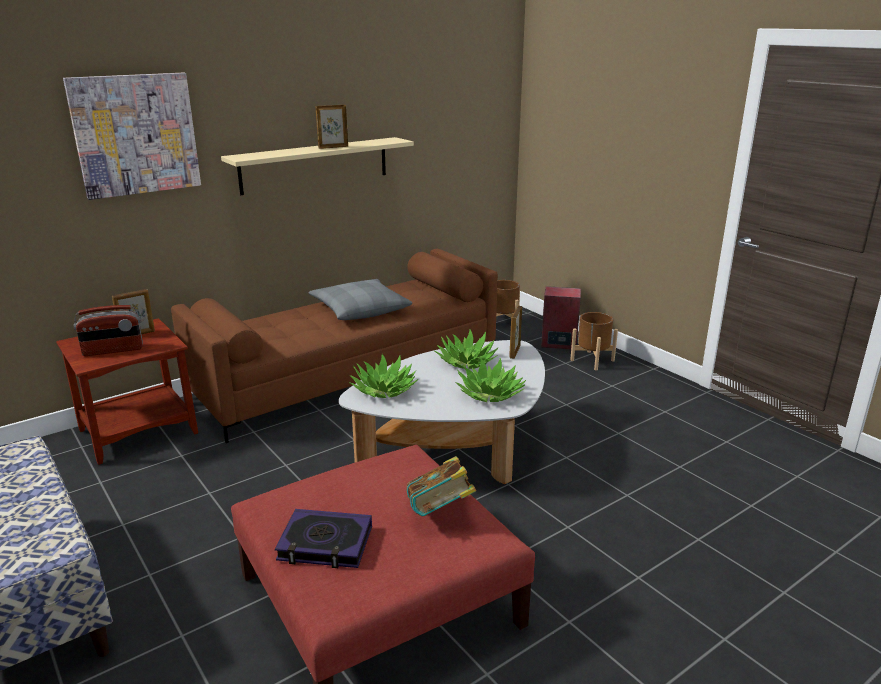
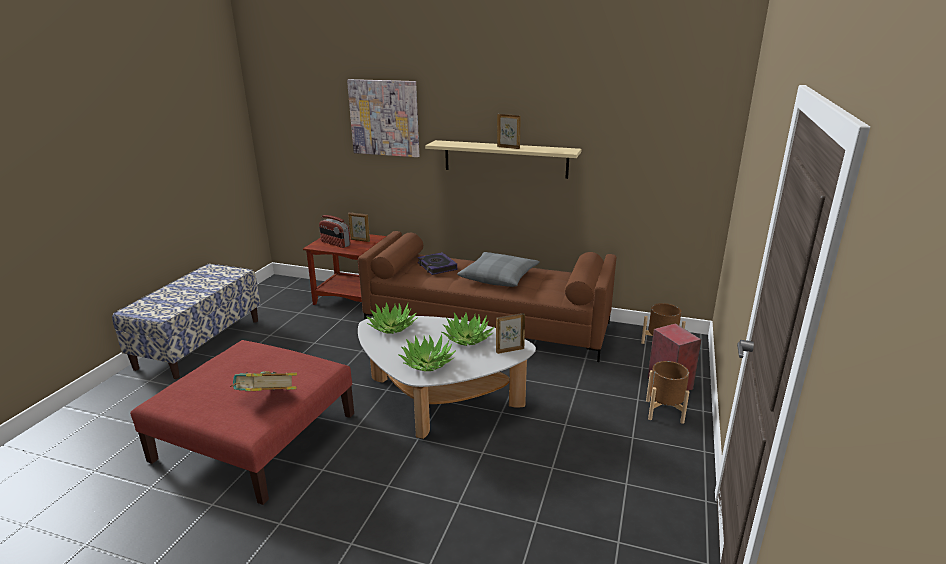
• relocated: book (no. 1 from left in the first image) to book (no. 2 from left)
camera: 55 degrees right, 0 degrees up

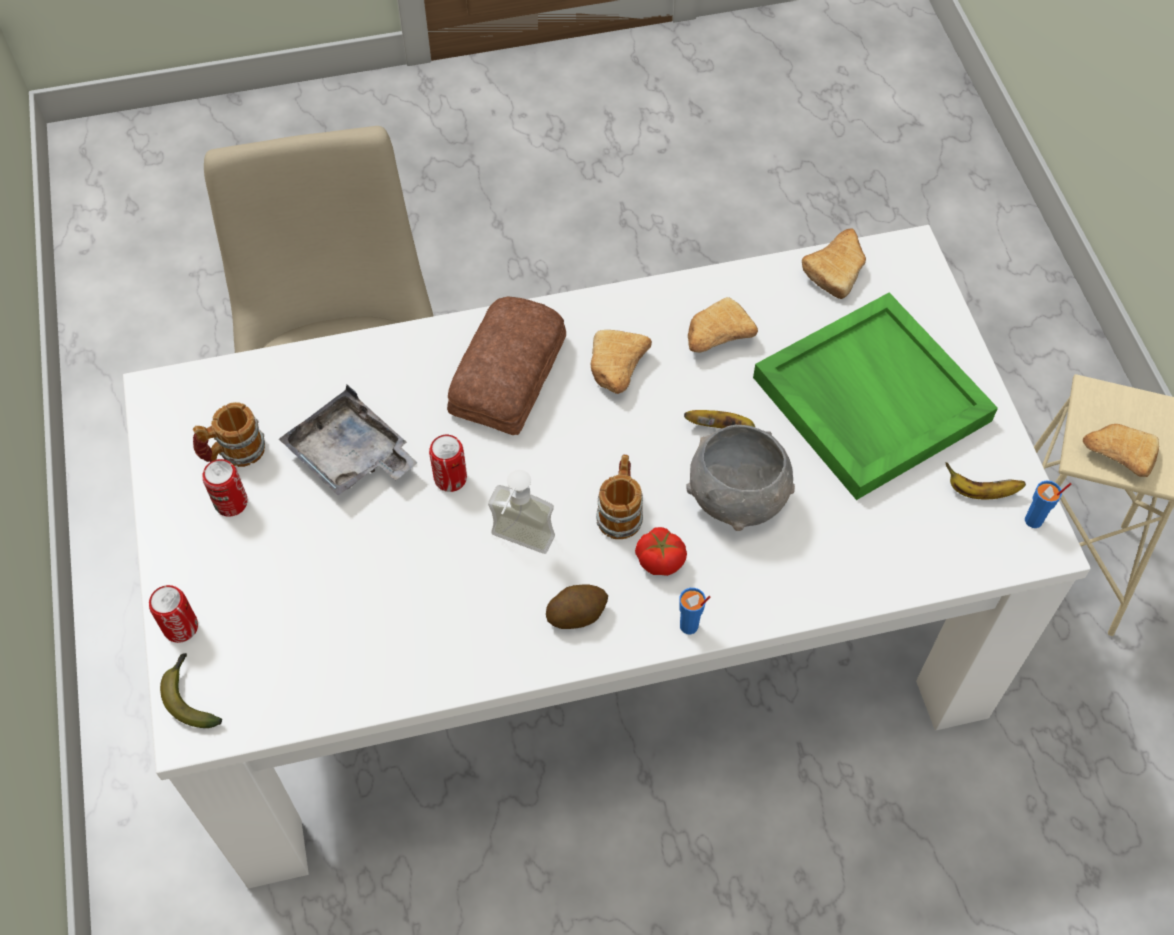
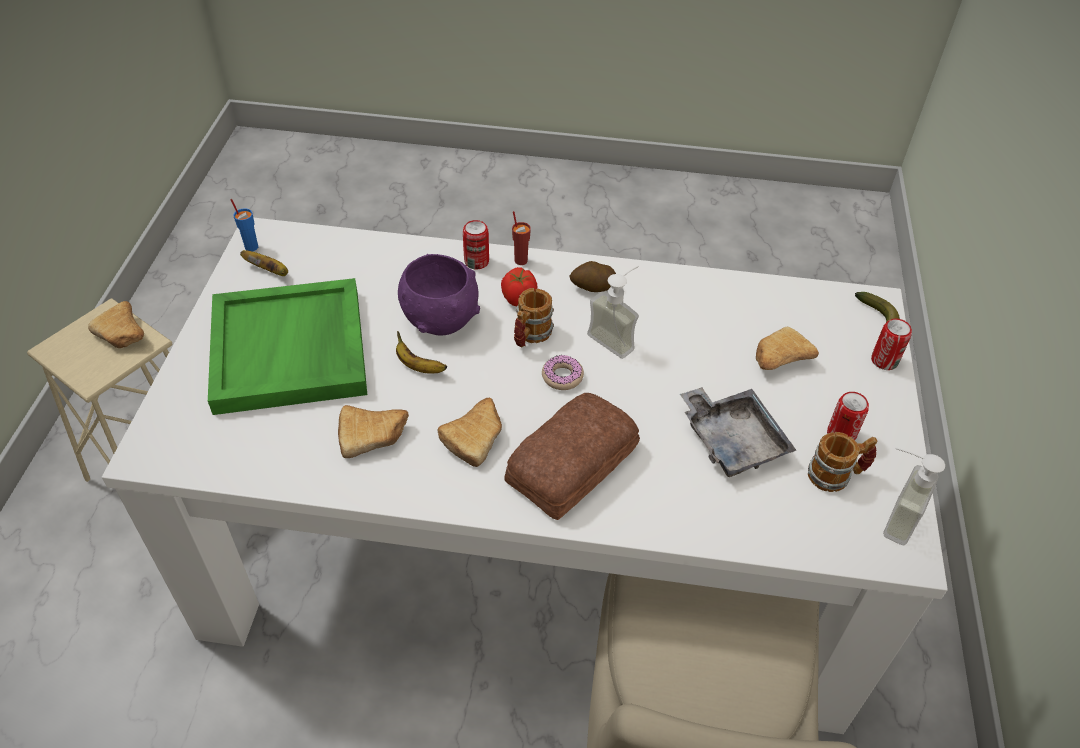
• relocated: can (no. 3 from left in the first image) to can (no. 1 from left)
• colour: cup (blue) (no. 1 from left) to cup (red)
• colour: bowl (grey) to bowl (purple)
• relocated: bread (no. 4 from left in the first image) to bread (no. 5 from left)
• appeared: donut
• appeared: soap dispenser (no. 2 from left)
camera: 160 degrees left, 10 degrees down

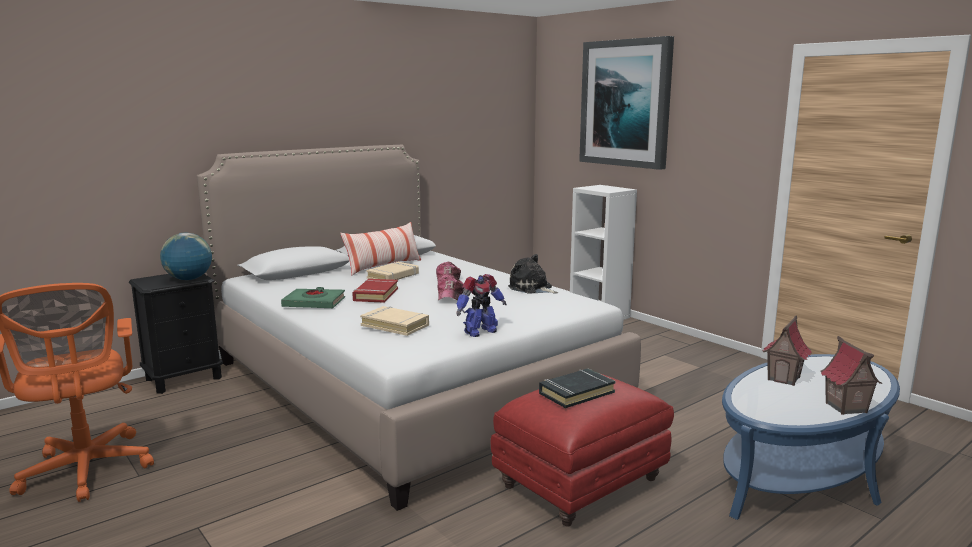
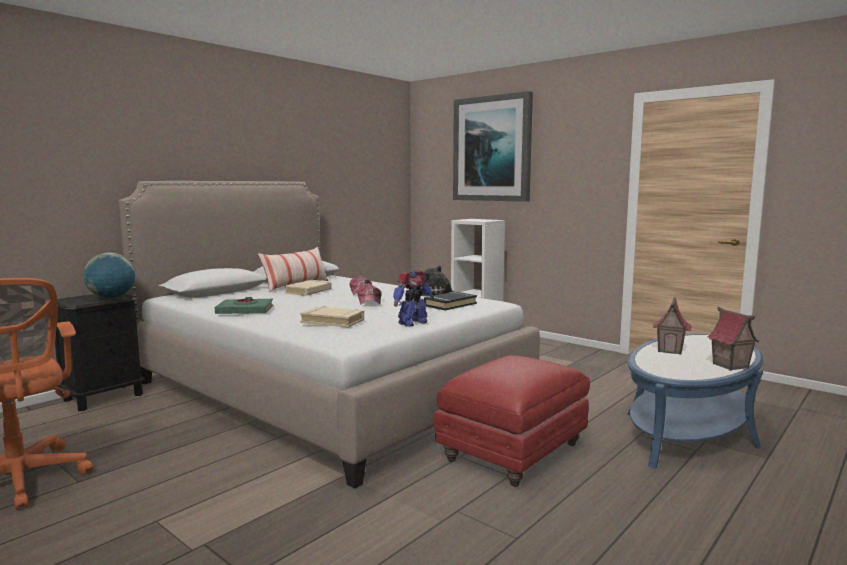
• missing: book (red)
• relocated: book (black)
camera: 10 degrees left, 5 degrees down

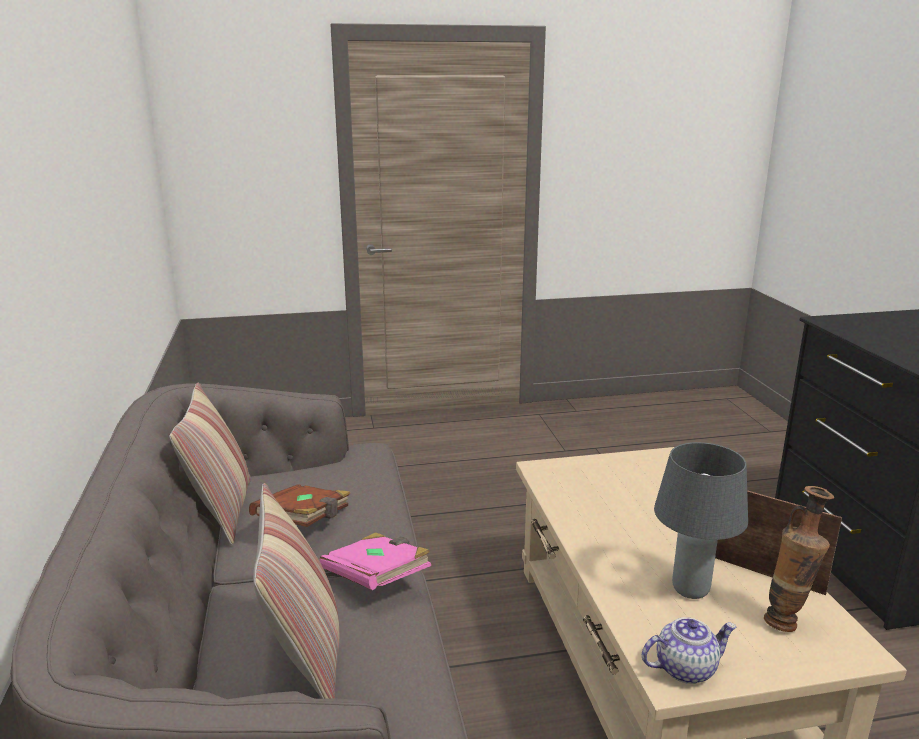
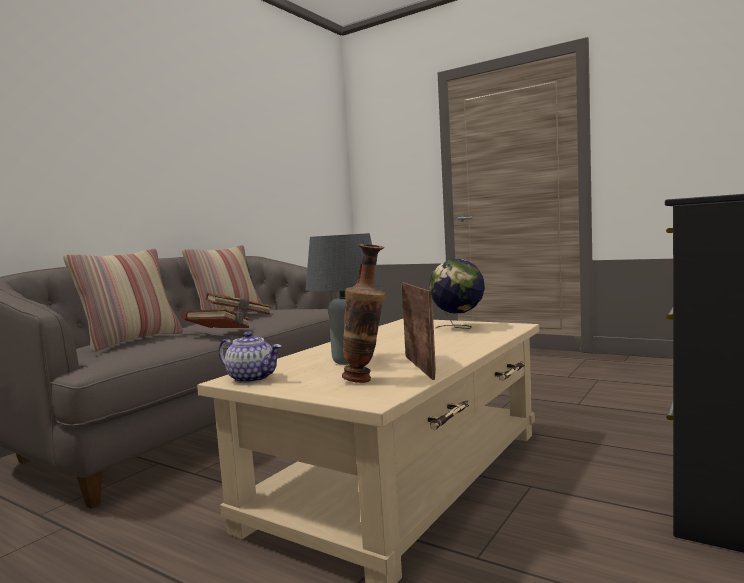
• colour: book (pink) to book (brown) (no. 1 from left)
• appeared: globe
camera: 45 degrees right, 15 degrees down

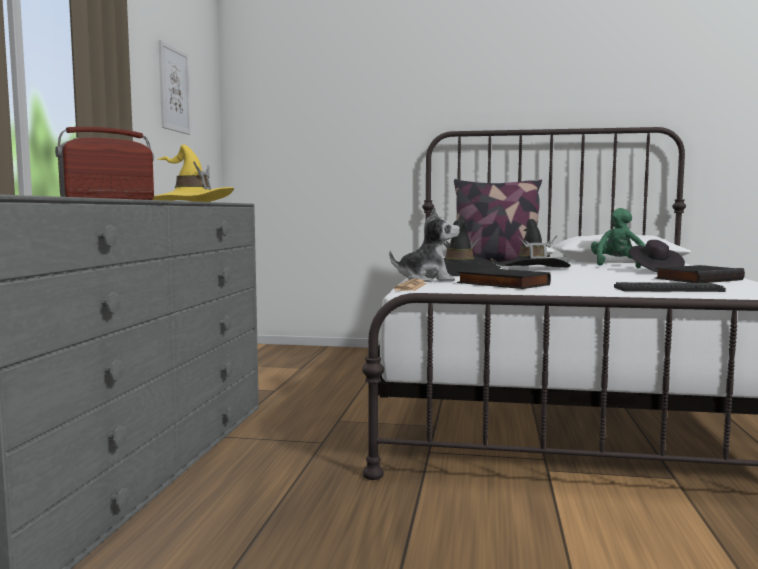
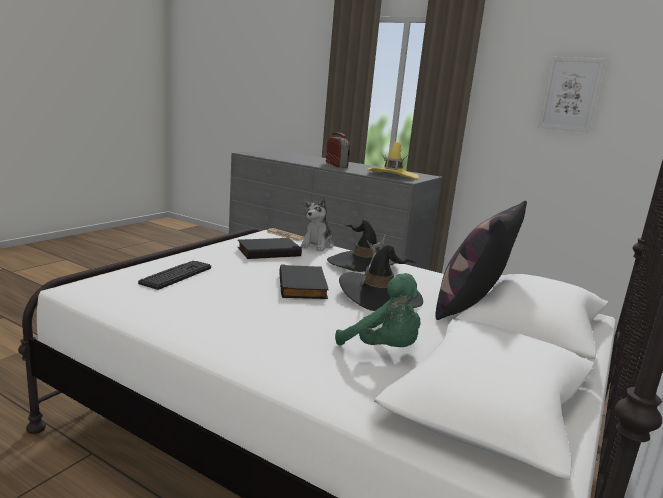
• missing: hat (black) (no. 3 from left)
• relocated: book (black) (no. 2 from left)
camera: 110 degrees right, 10 degrees up

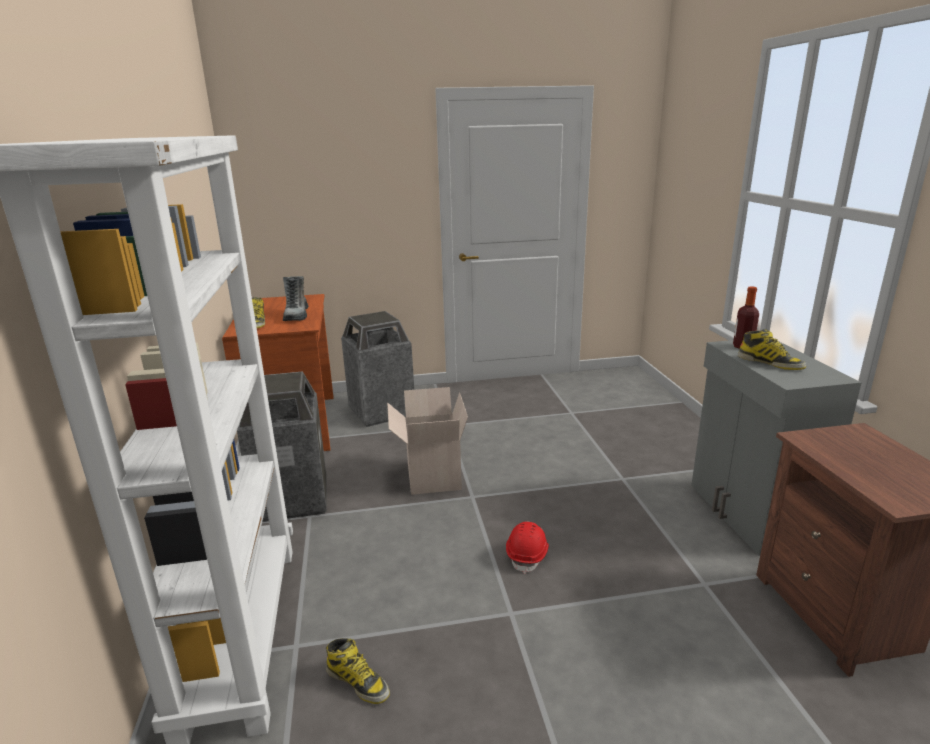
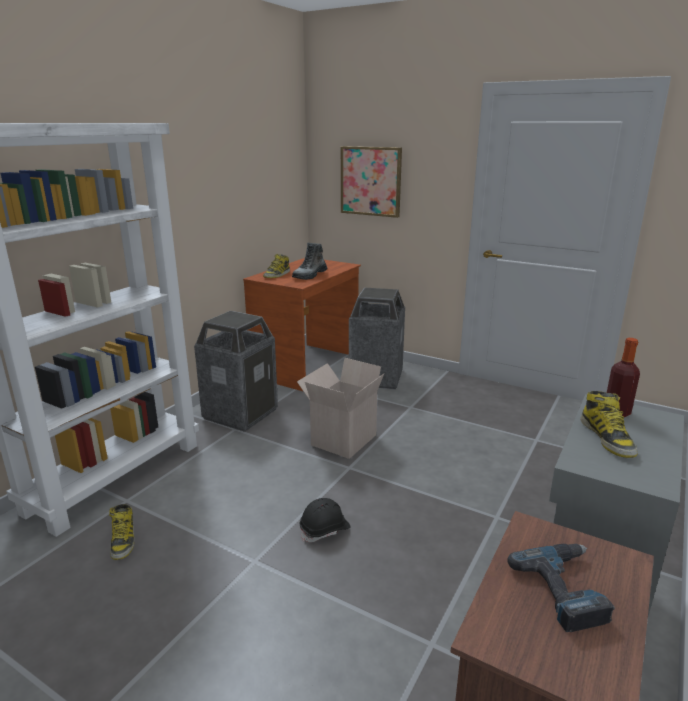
• colour: hard hat (red) to hard hat (black)
• appeared: picture
• appeared: power drill
camera: 40 degrees right, 0 degrees up

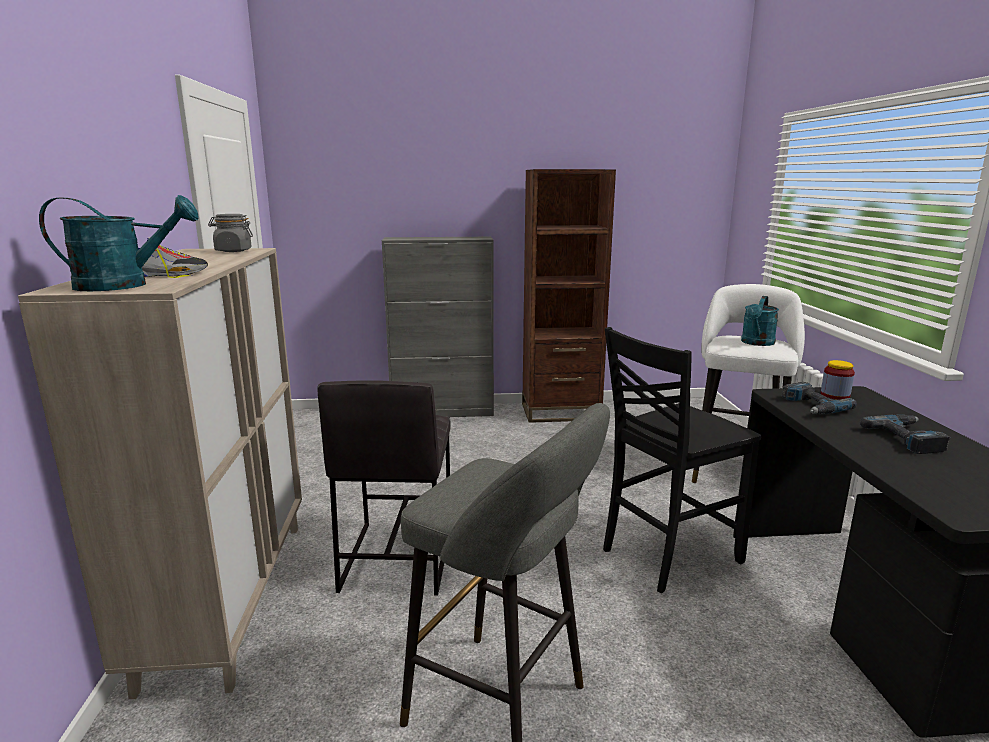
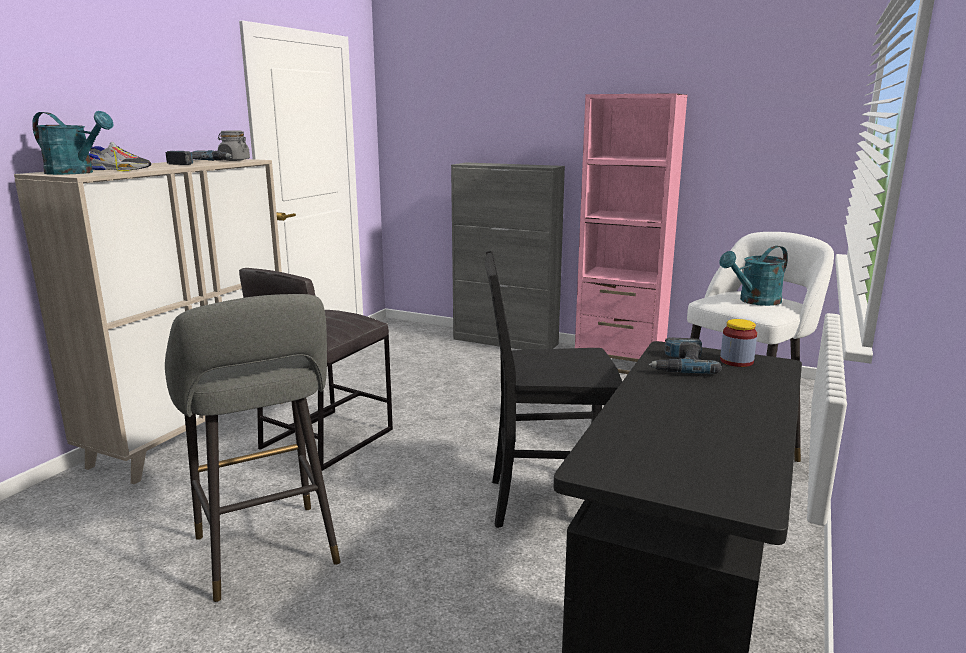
• colour: bookcase (brown) to bookcase (pink)
• relocated: power drill (no. 2 from left in the first image) to power drill (no. 1 from left)
camera: 30 degrees right, 0 degrees up

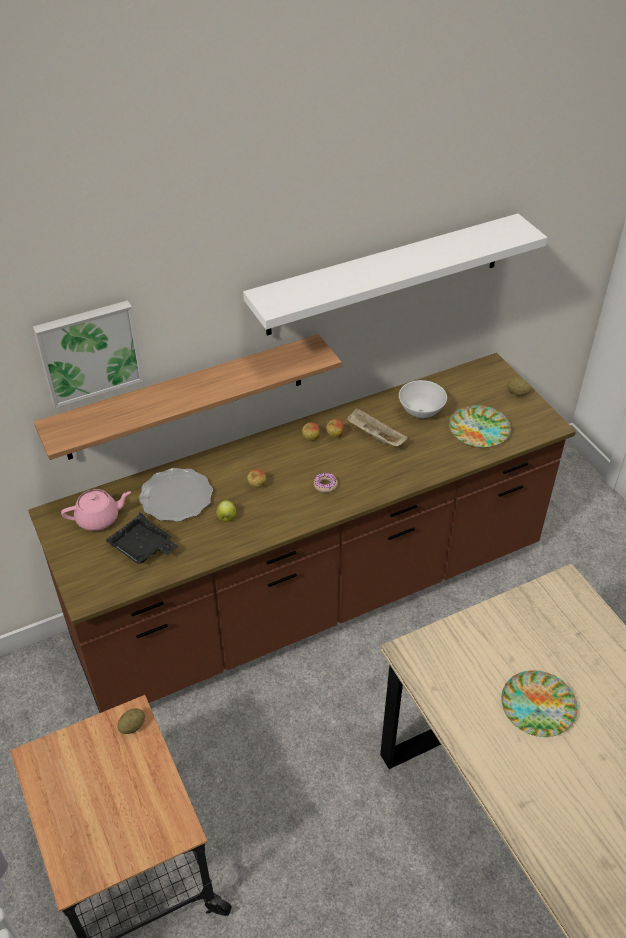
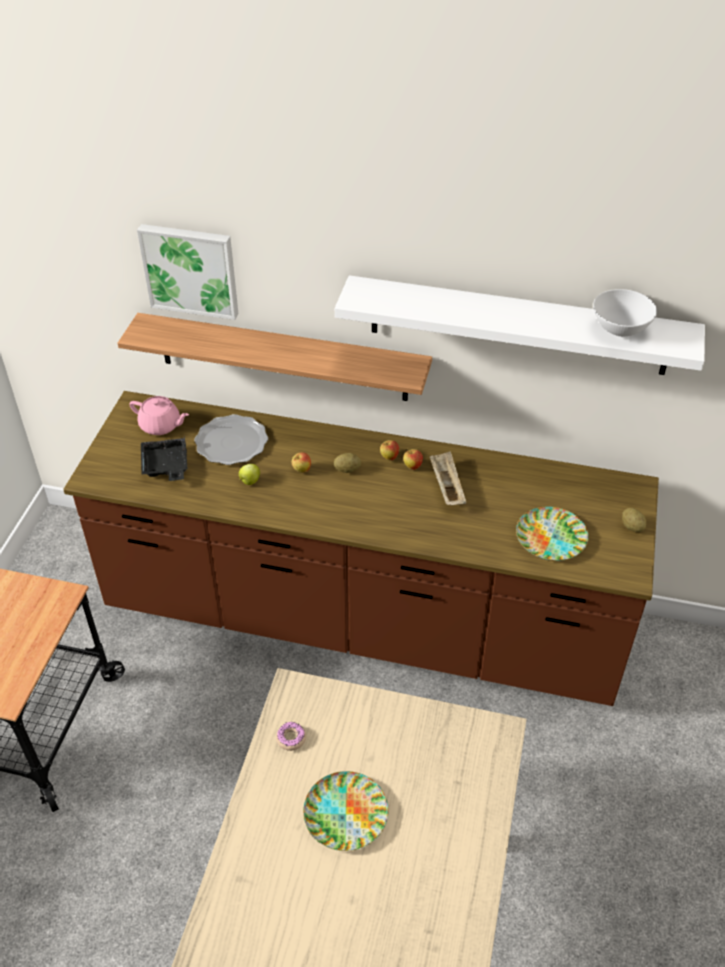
• relocated: potato (no. 1 from left)
• relocated: donut
• relocated: bowl (white)
camera: 40 degrees right, 0 degrees up

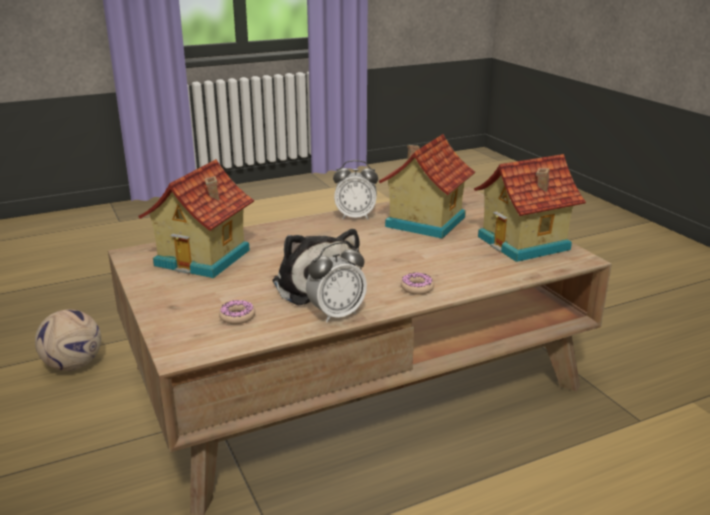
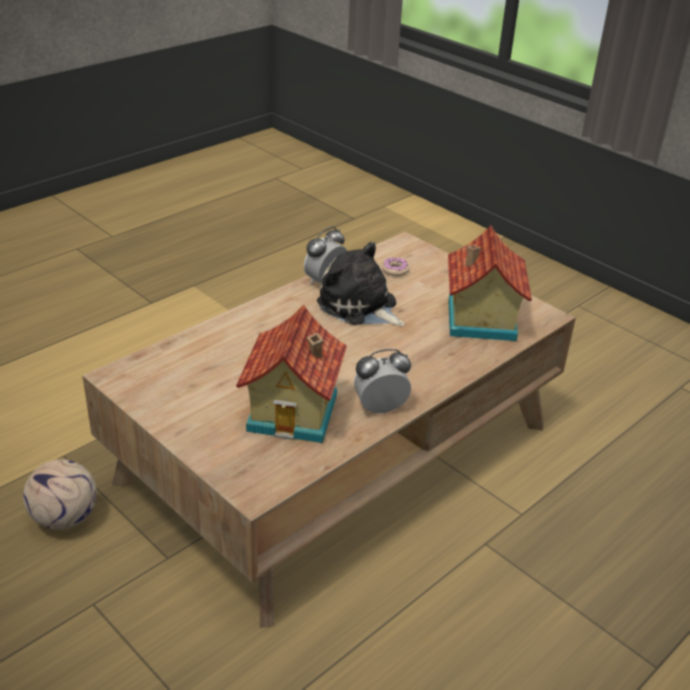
• relocated: football
• missing: donut (no. 2 from left)
• missing: toy house (no. 3 from left)
camera: 160 degrees right, 10 degrees up

